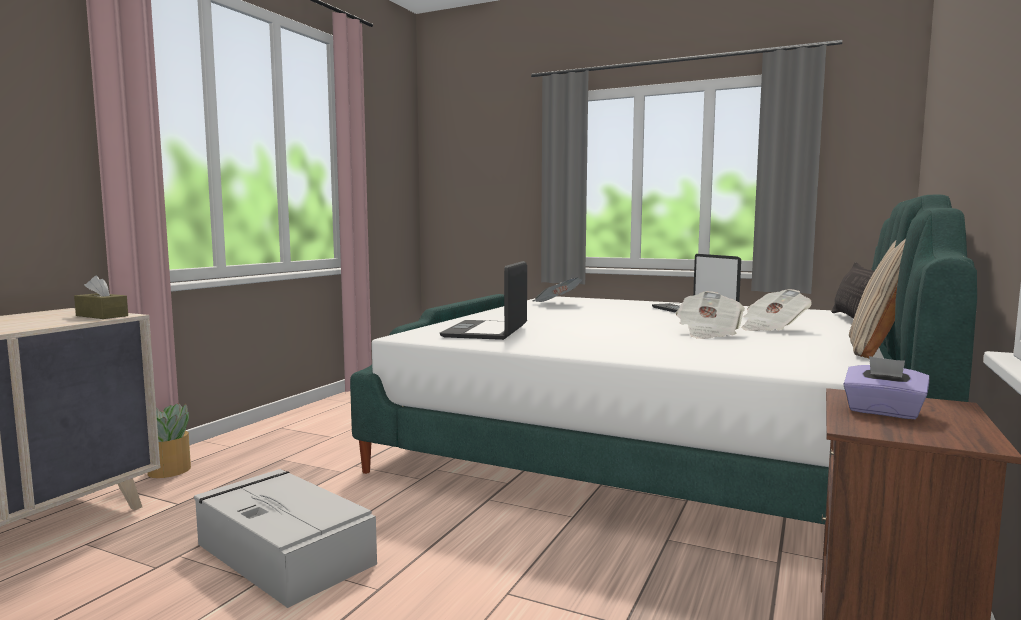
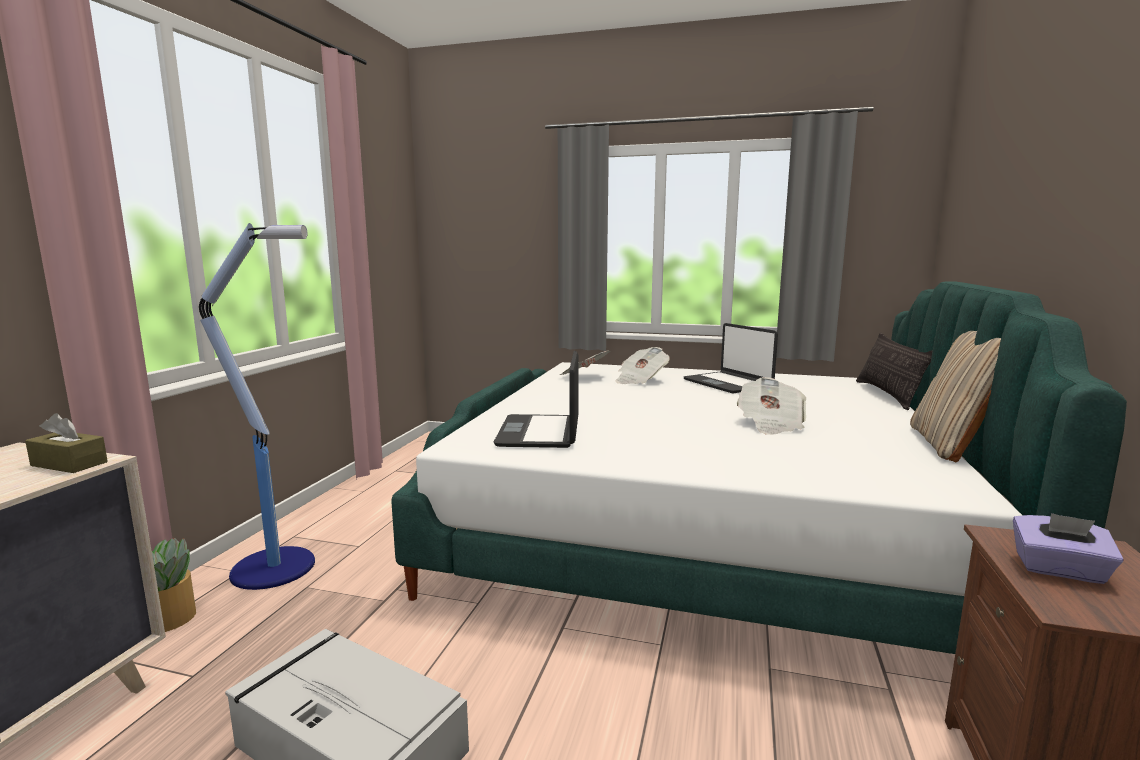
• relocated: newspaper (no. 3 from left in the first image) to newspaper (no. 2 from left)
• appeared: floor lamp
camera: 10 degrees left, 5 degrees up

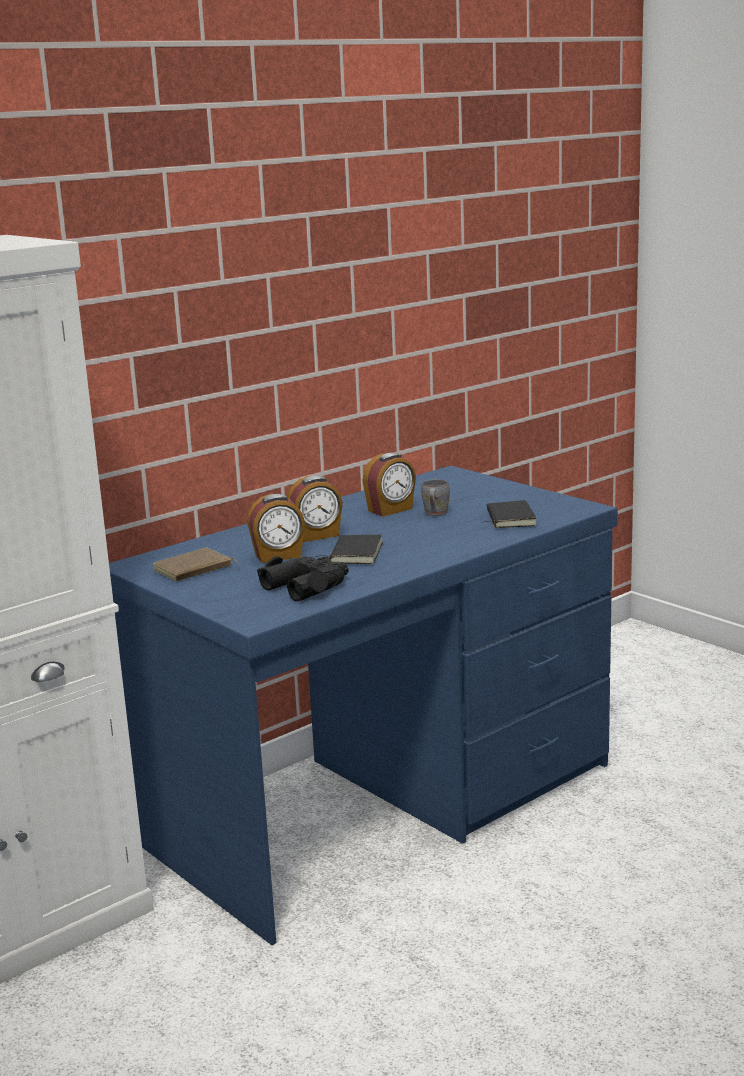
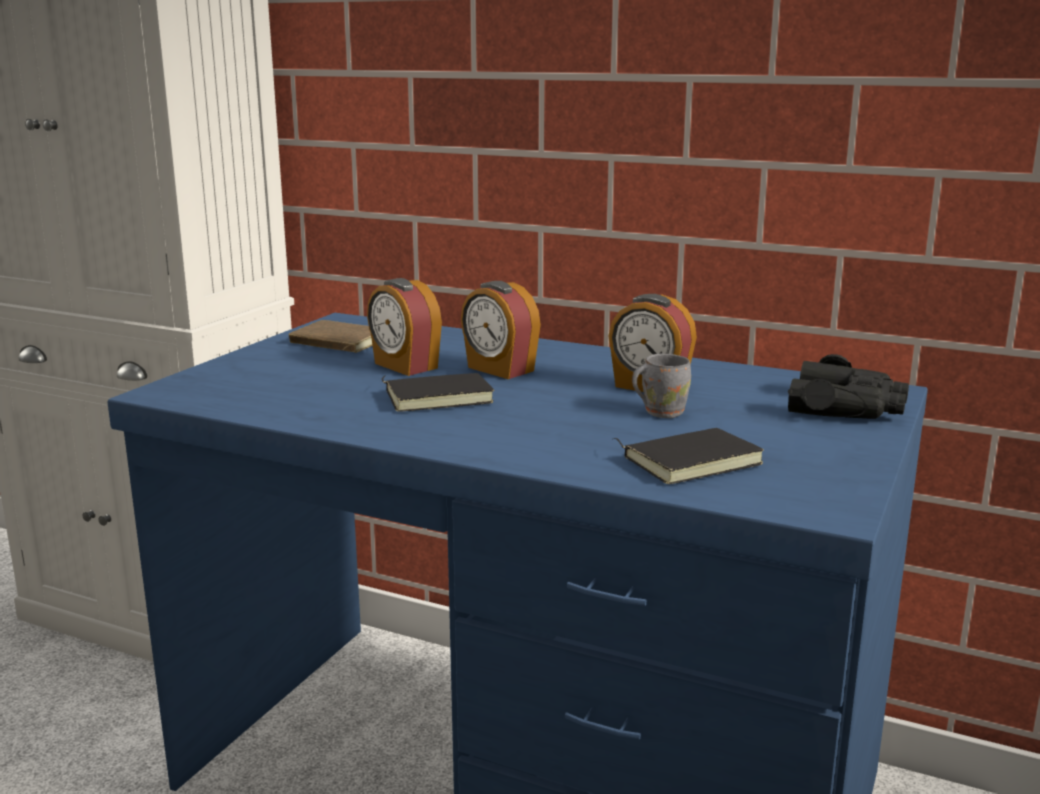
• relocated: binoculars (black)
camera: 65 degrees right, 0 degrees up

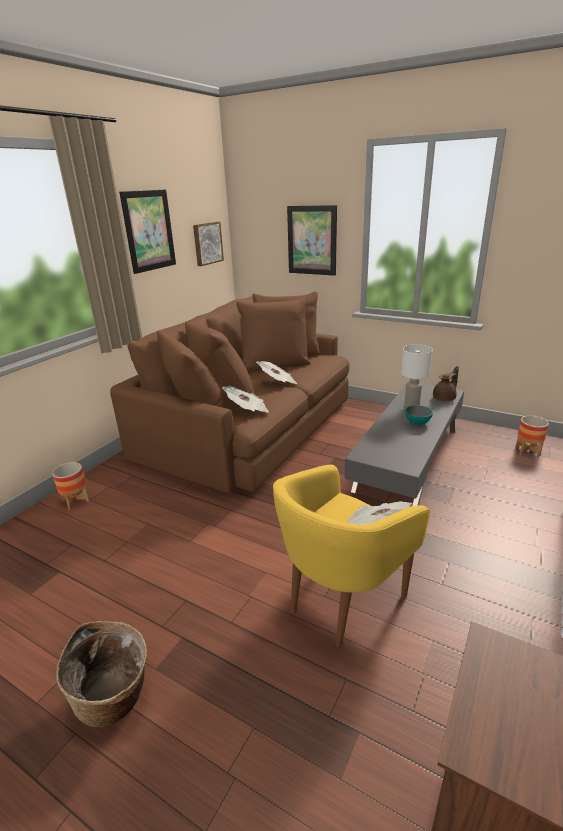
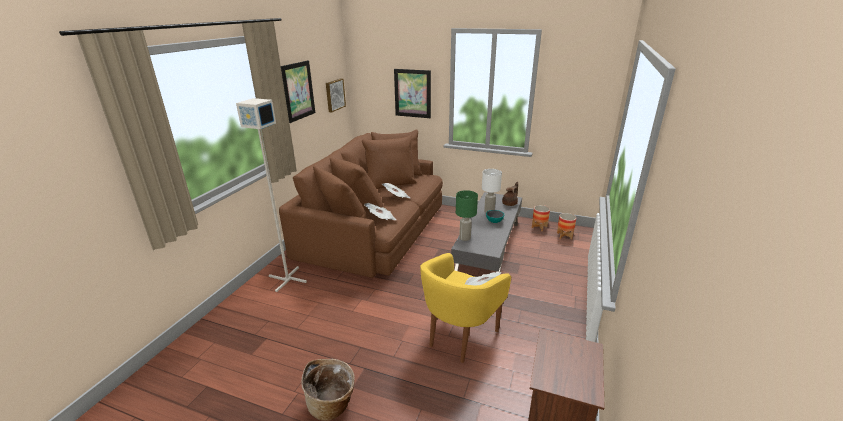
• relocated: planter (no. 1 from left)
• appeared: floor lamp (grey)
• appeared: table lamp (green)
camera: 10 degrees left, 0 degrees up

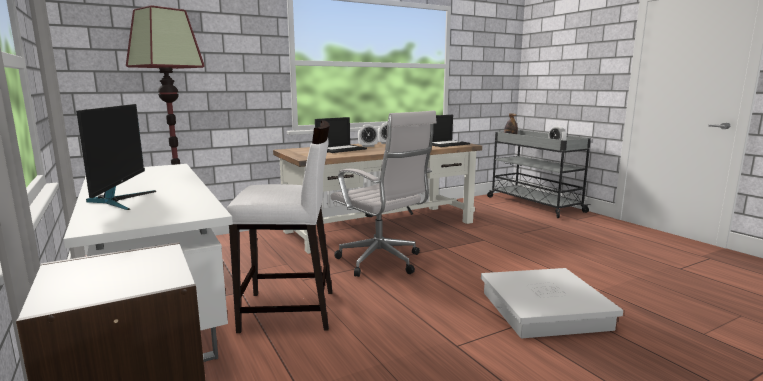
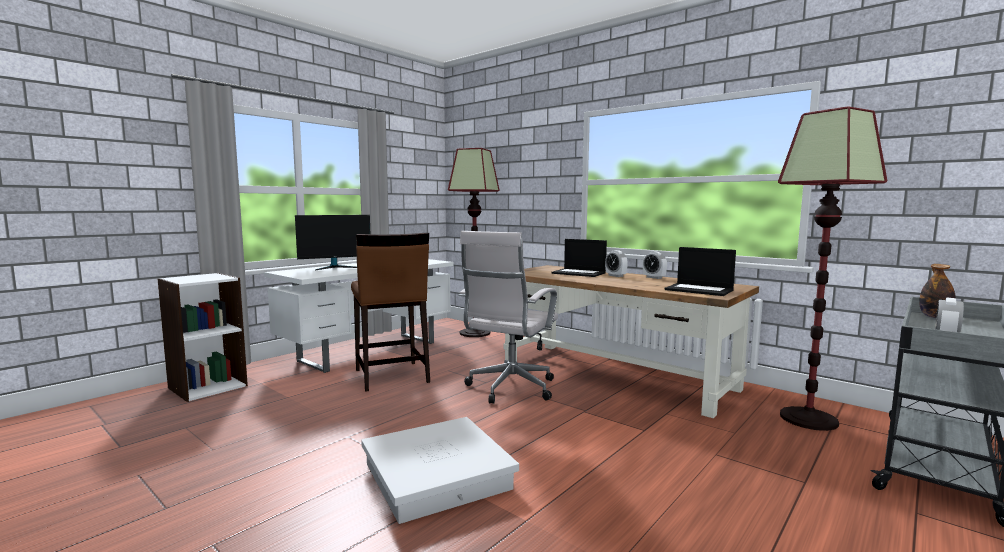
• colour: stool (white) to stool (brown)
• appeared: floor lamp (no. 2 from left)
camera: 70 degrees right, 5 degrees down

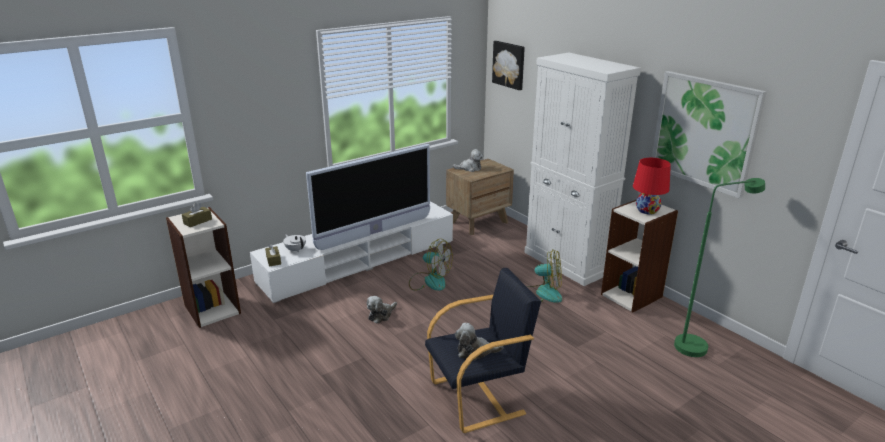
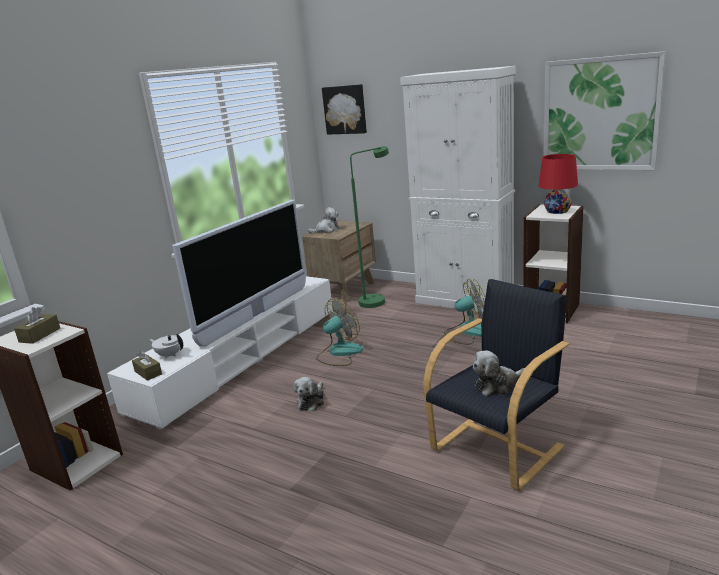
• spun: fan (no. 1 from left) 45 degrees counterclockwise
• relocated: floor lamp (green)
camera: 20 degrees left, 5 degrees down

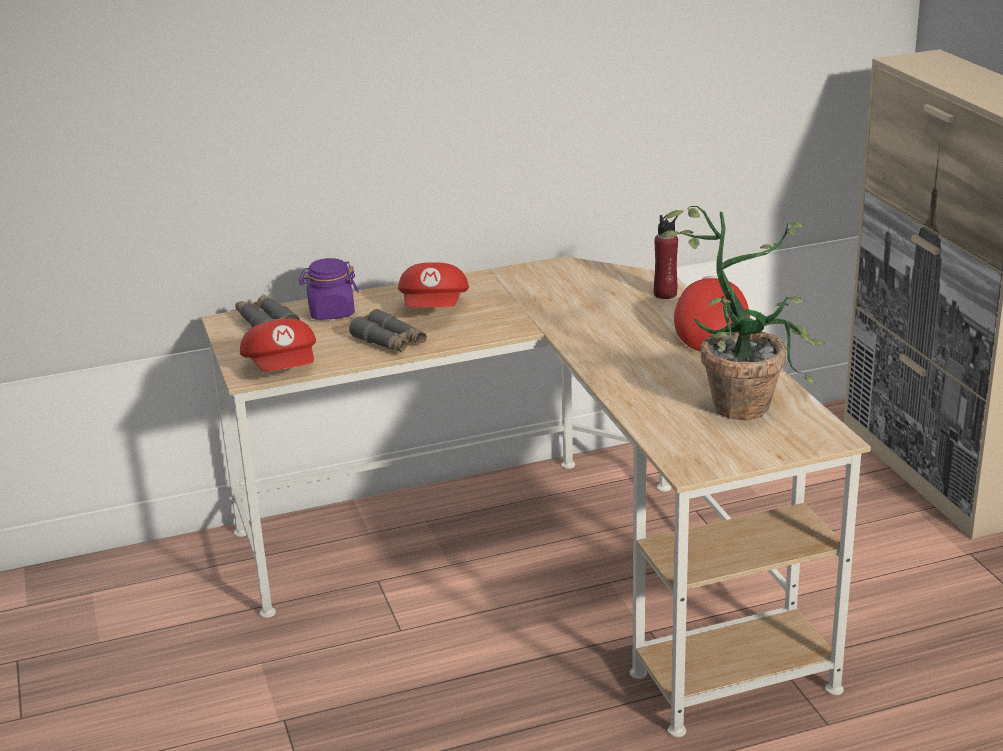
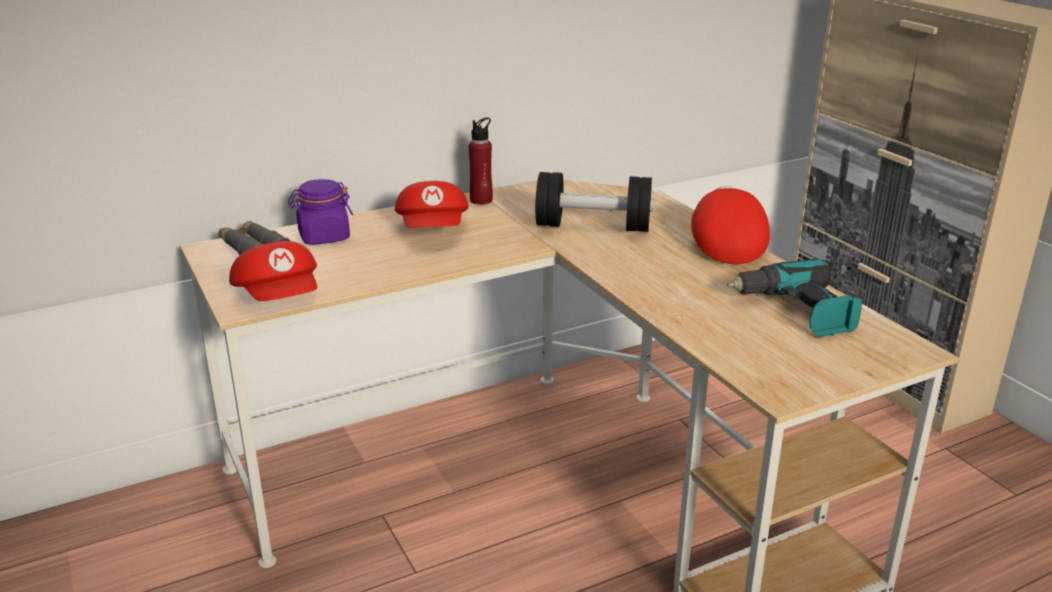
• missing: binoculars (grey) (no. 2 from left)
• relocated: bottle (red)
• exchanged: potted plant to power drill
• appeared: dumbbell (black)
camera: 10 degrees left, 0 degrees up

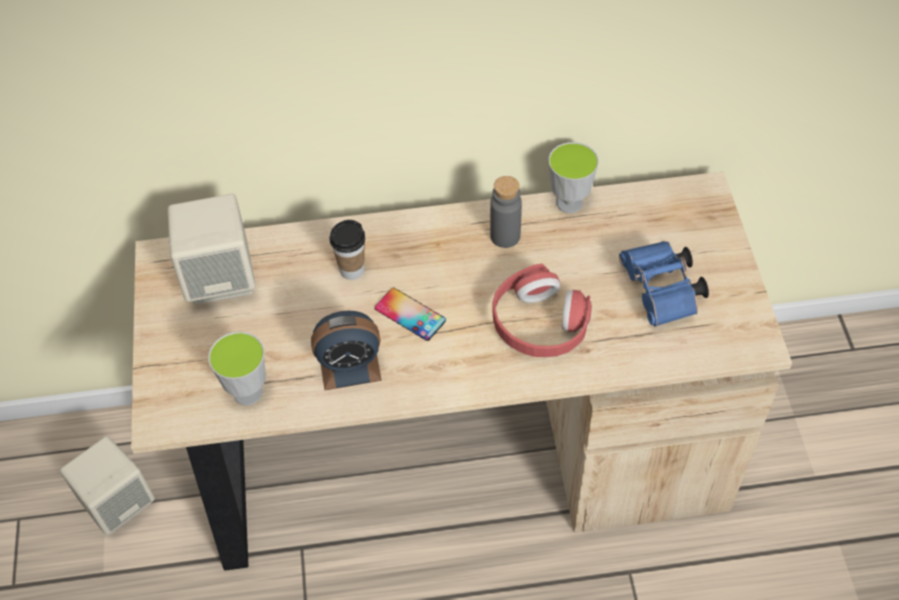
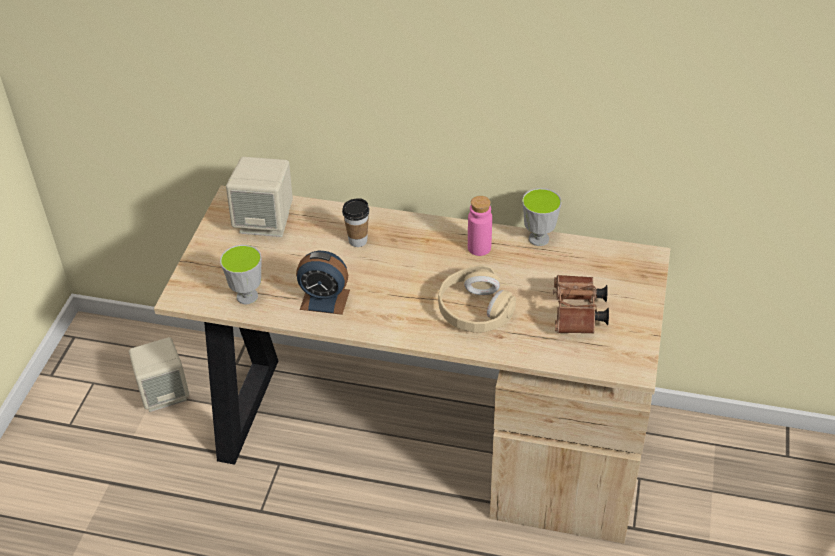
• missing: phone
• colour: bottle (grey) to bottle (pink)
• colour: headphones (red) to headphones (beige)
• colour: binoculars (blue) to binoculars (brown)
camera: 20 degrees right, 10 degrees down

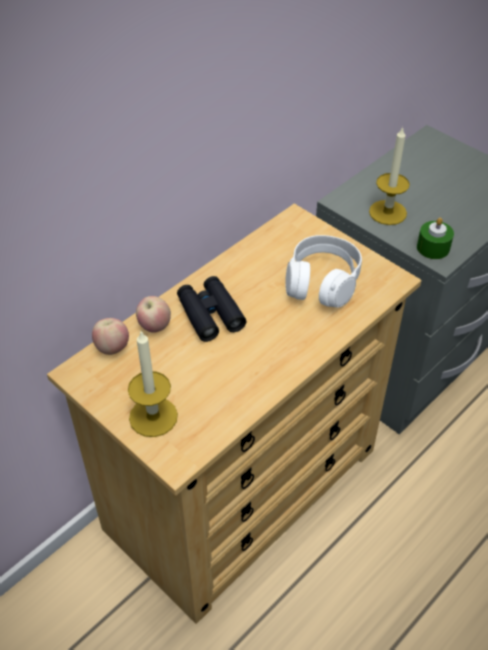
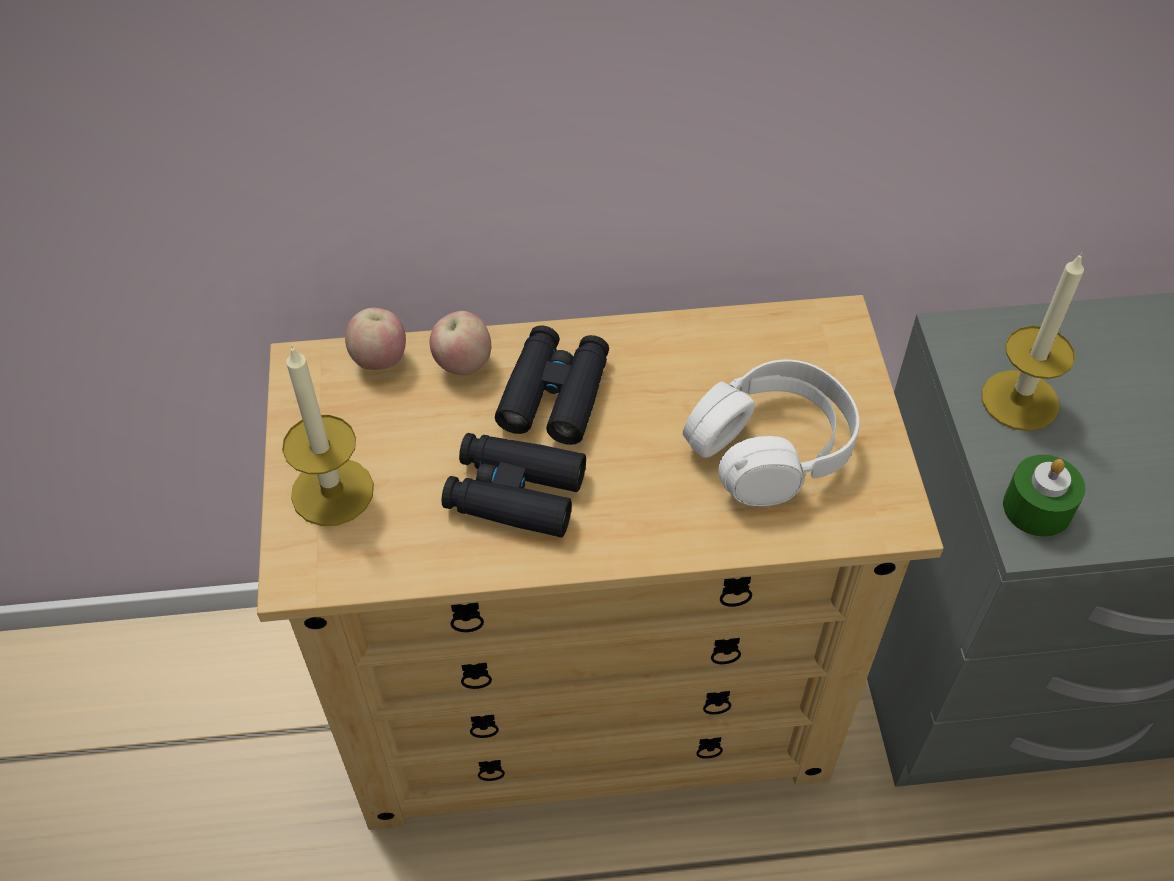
• appeared: binoculars (black) (no. 1 from left)
camera: 40 degrees right, 5 degrees up

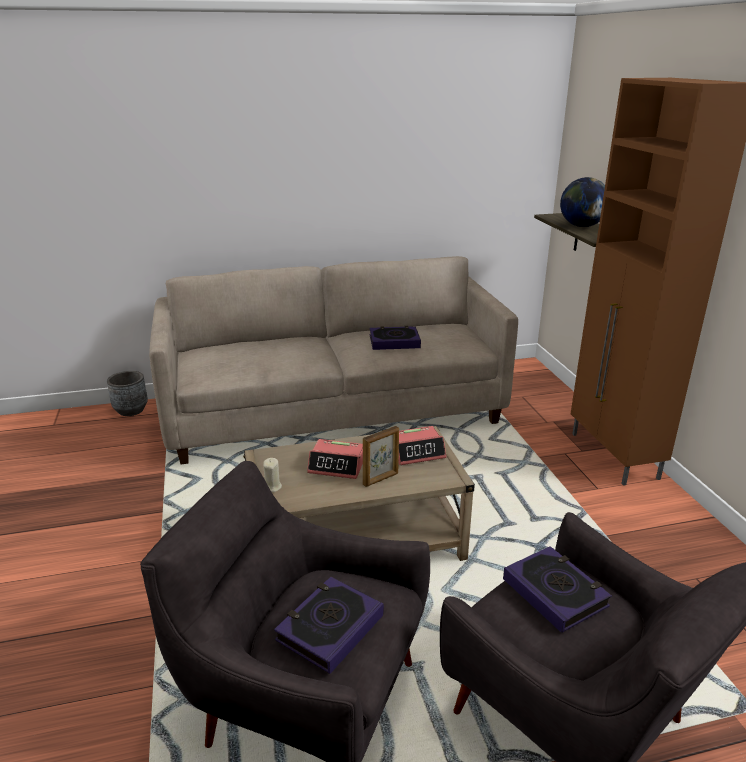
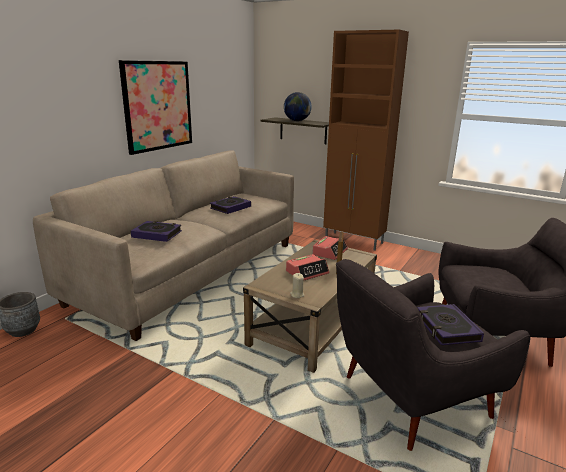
• relocated: book (no. 3 from left in the first image) to book (no. 1 from left)
• appeared: picture
camera: 45 degrees left, 5 degrees down

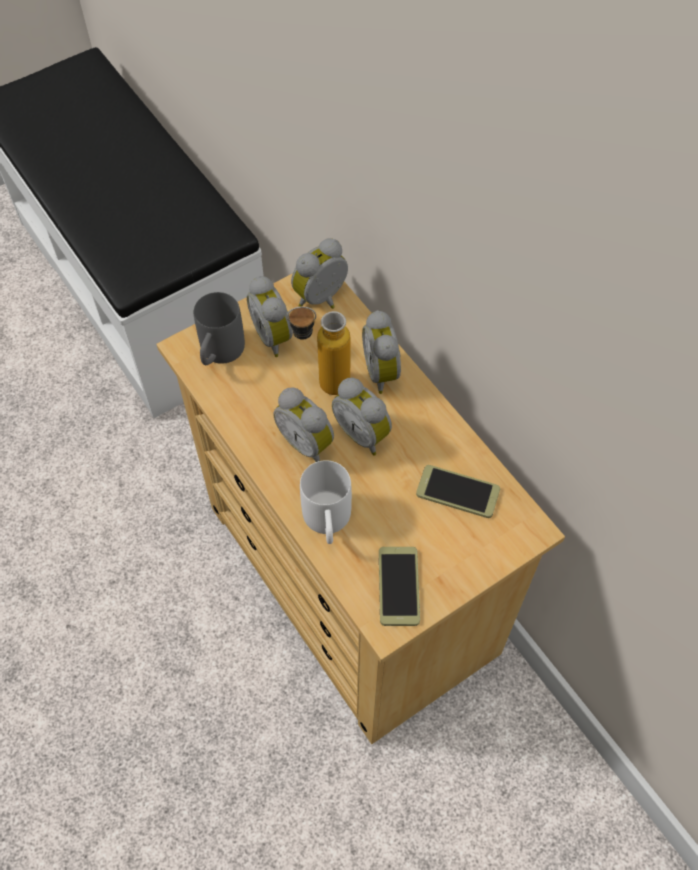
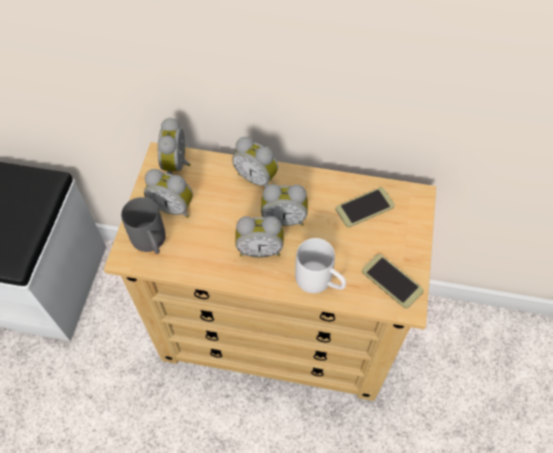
• missing: bottle
camera: 45 degrees left, 0 degrees up

